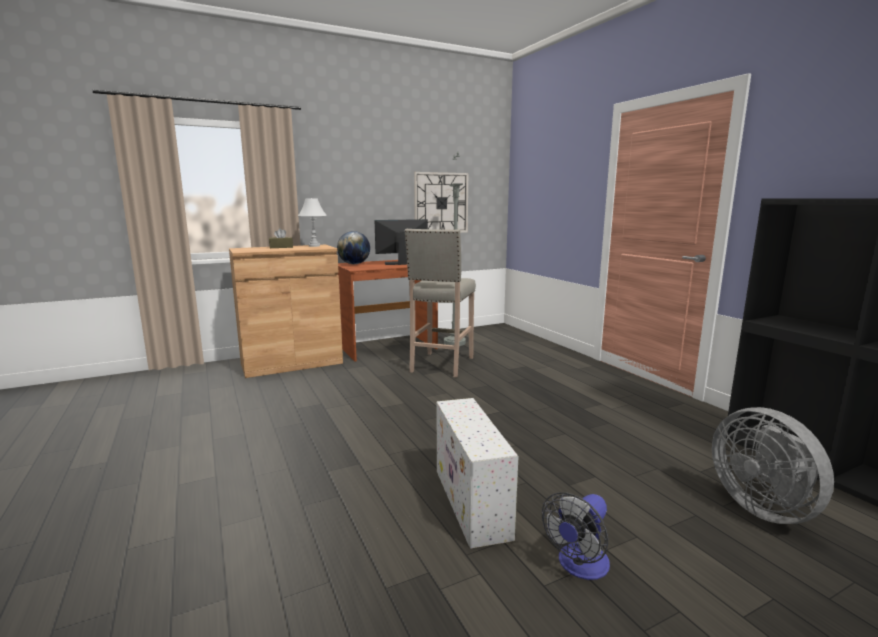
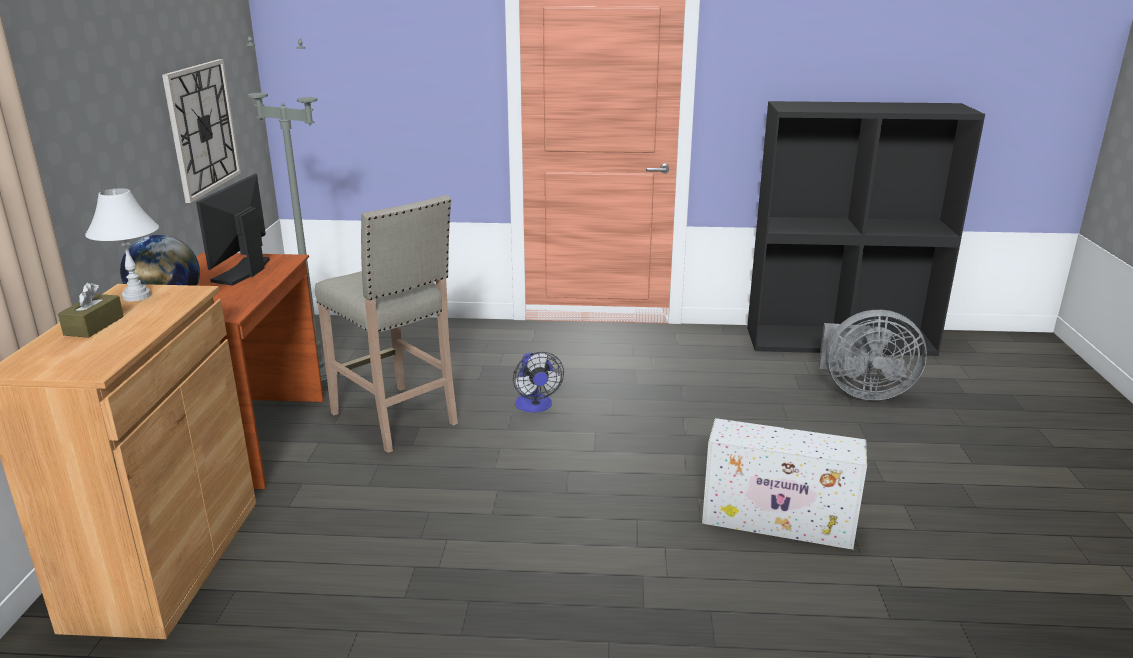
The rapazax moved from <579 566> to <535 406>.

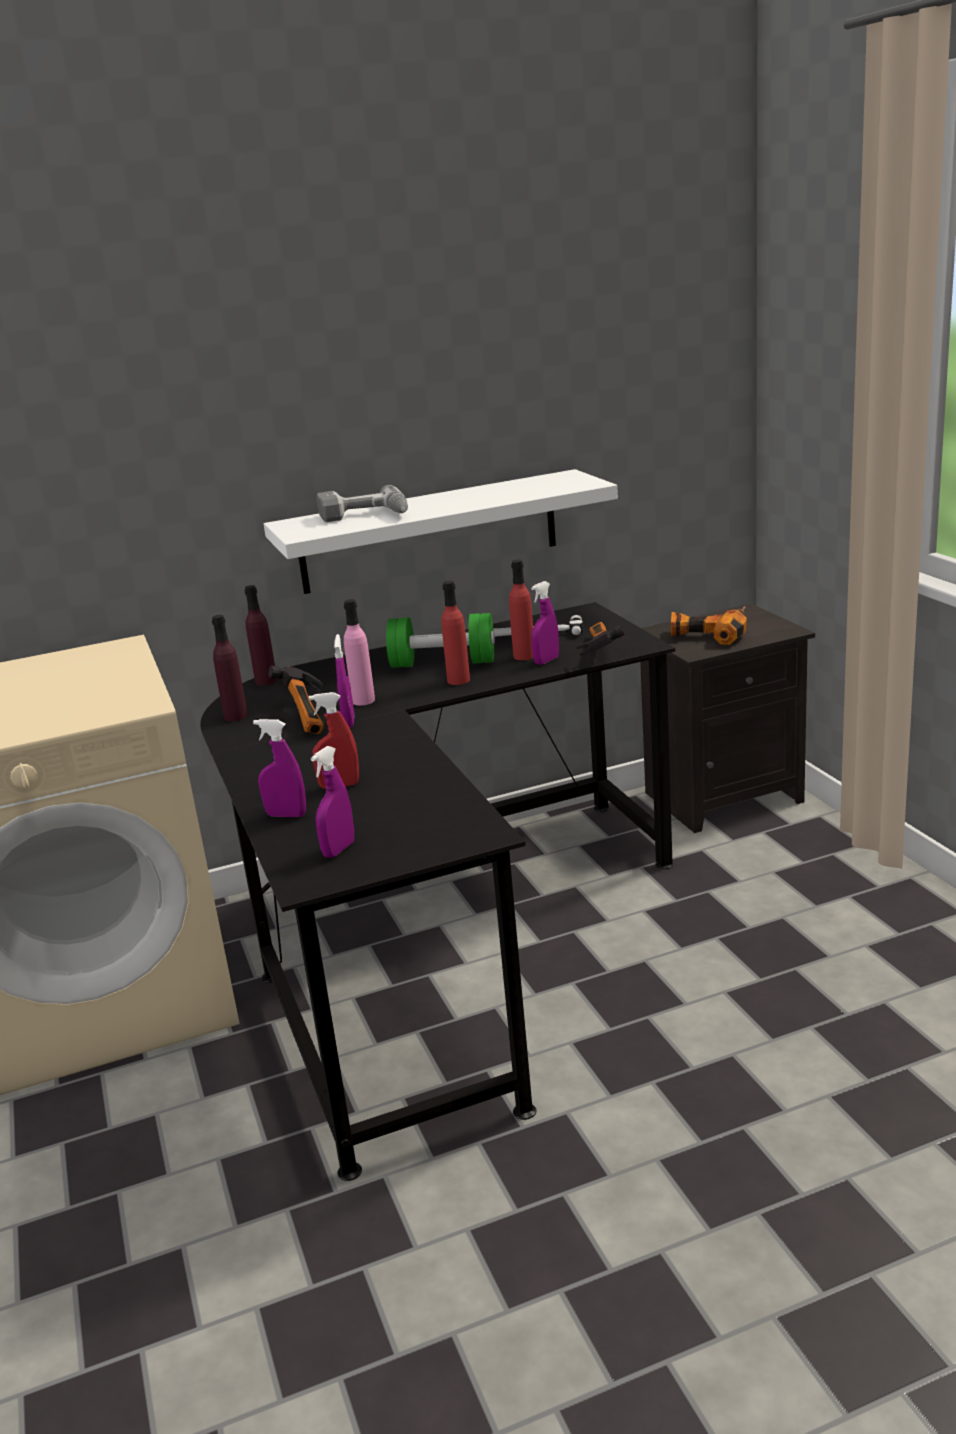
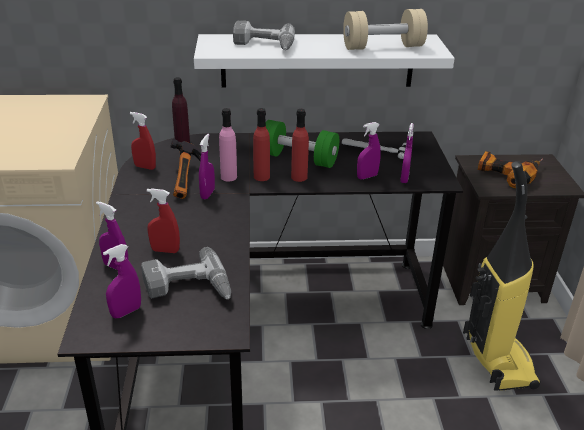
The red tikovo moved from <524 656> to <261 177>.
The purple tikovo at <236 716> was replaced by the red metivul at <145 167>.
The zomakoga at <595 652> was replaced by the purple metivul at <404 179>.
The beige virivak at <383 47> appeared.
The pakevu at <496 359> appeared.
The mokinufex at <188 289> appeared.

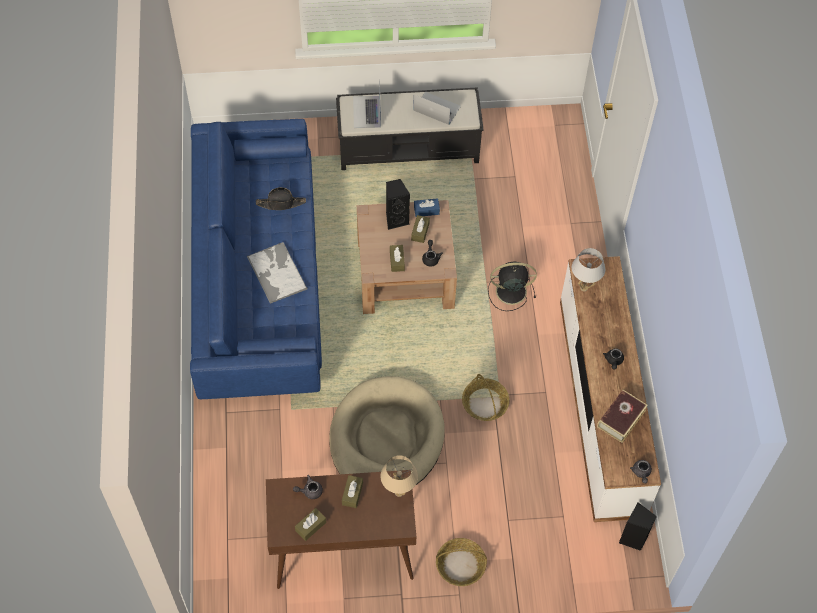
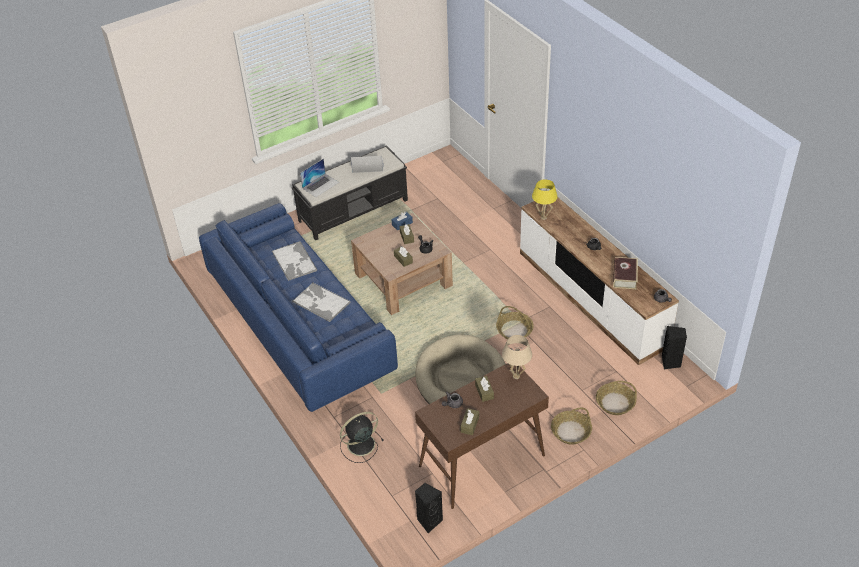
The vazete at <367 112> turned 105 degrees counterclockwise.
The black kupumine moved from <396 219> to <429 521>.
The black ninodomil at <281 203> was replaced by the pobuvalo at <294 262>.
The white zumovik at <584 288> became the yellow zumovik at <543 217>.
The black rapazax moved from <509 291> to <360 445>.
The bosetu at <615 403> appeared.

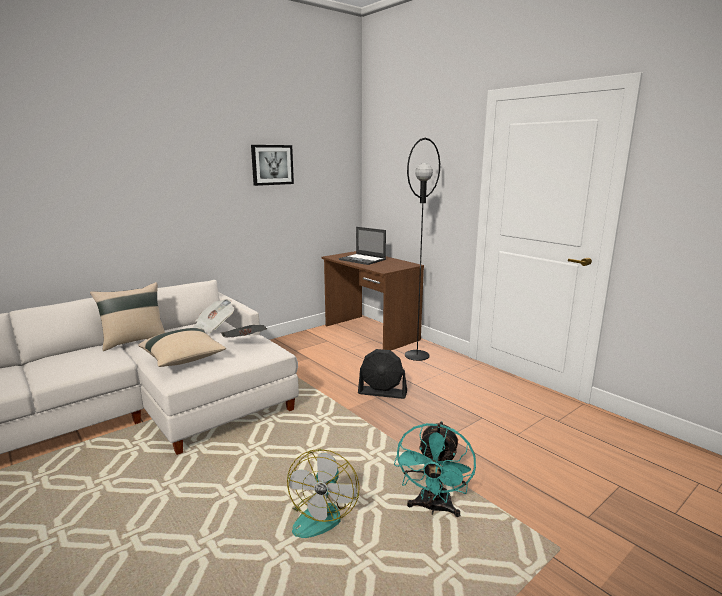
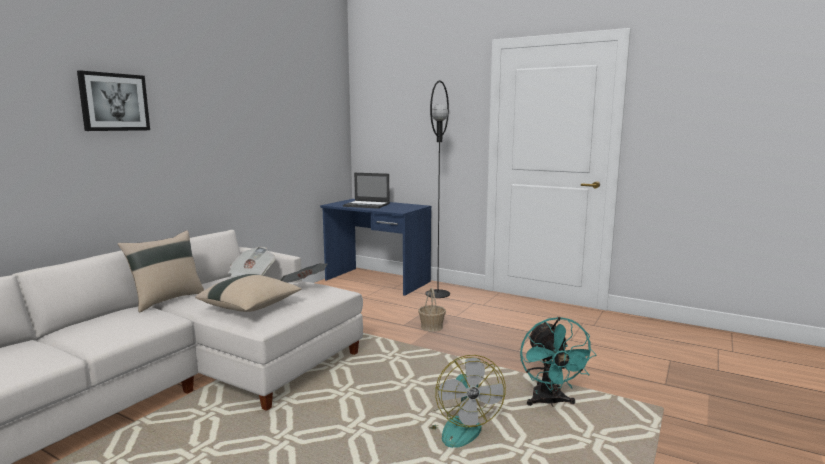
The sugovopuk moved from <272 165> to <114 102>.
The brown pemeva at <370 333> became the blue pemeva at <377 281>.
The black rapazax at <382 392> was replaced by the bosetu at <432 327>.

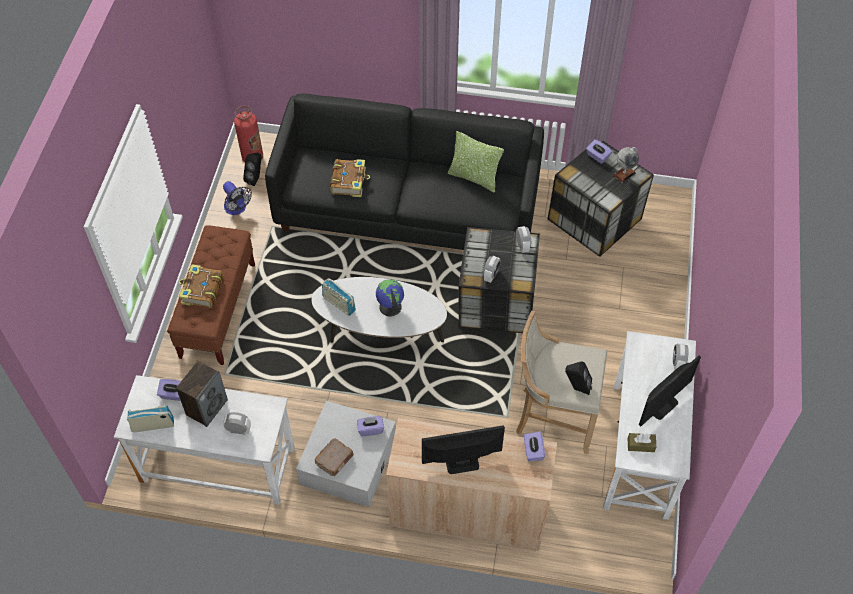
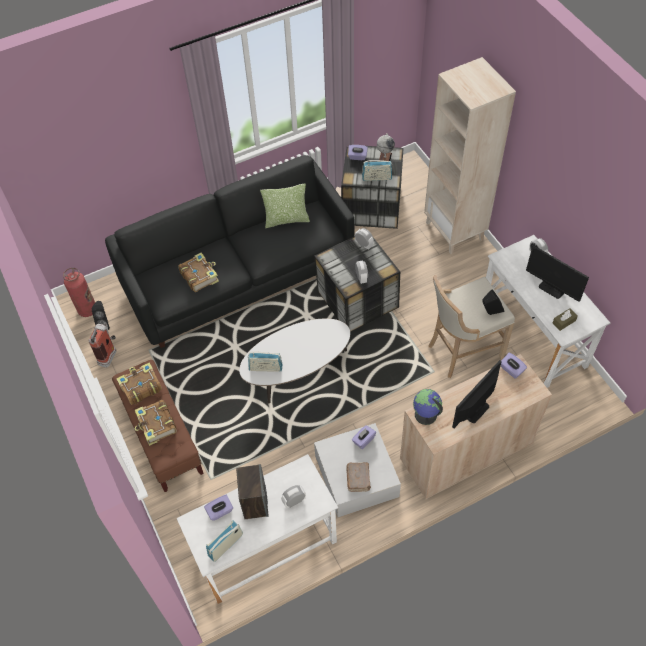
The rapazax at <237 209> was replaced by the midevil at <109 354>.
The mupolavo moved from <390 307> to <425 415>.
The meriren at <662 405> turned 120 degrees clockwise.
The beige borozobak at <455 231> appeared.
The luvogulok at <377 178> appeared.
The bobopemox at <140 387> appeared.

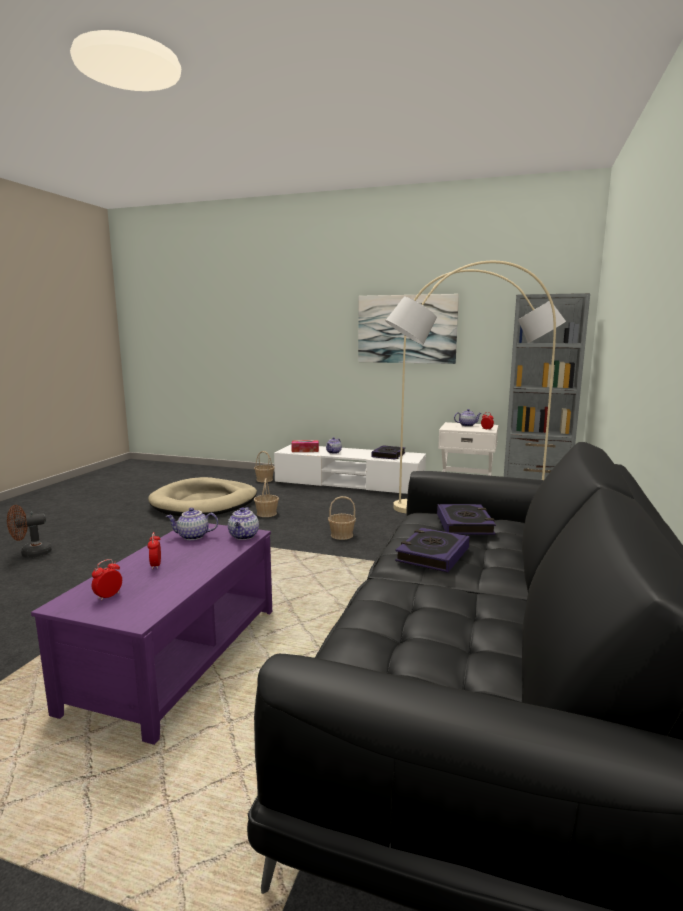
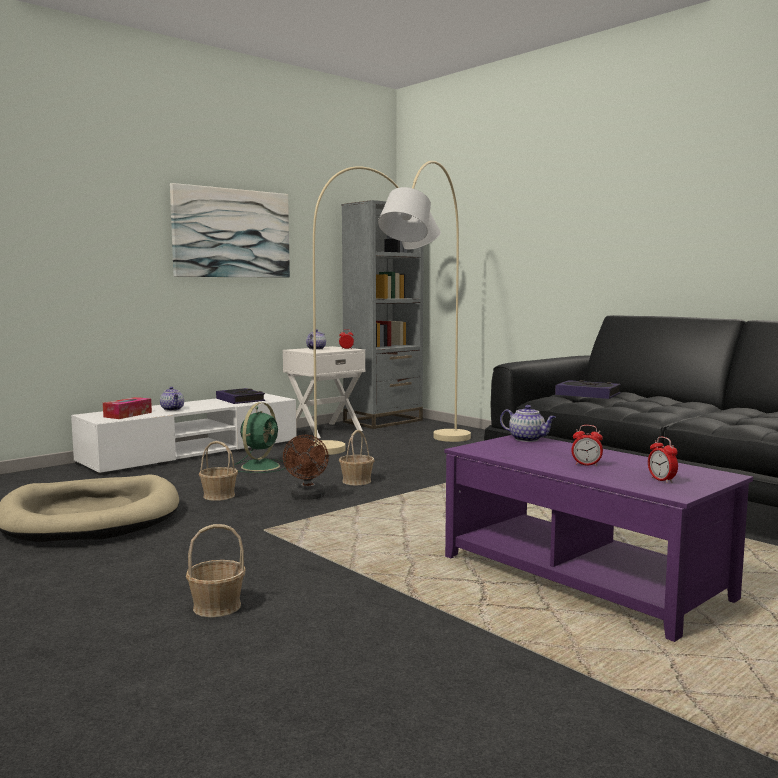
The bosetu moved from <264 480> to <216 606>.
The brown rapazax moved from <31 554> to <307 497>.
The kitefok at <192 537> disappeared.
The bobopemox at <432 554> disappeared.
The green rapazax at <261 466> appeared.

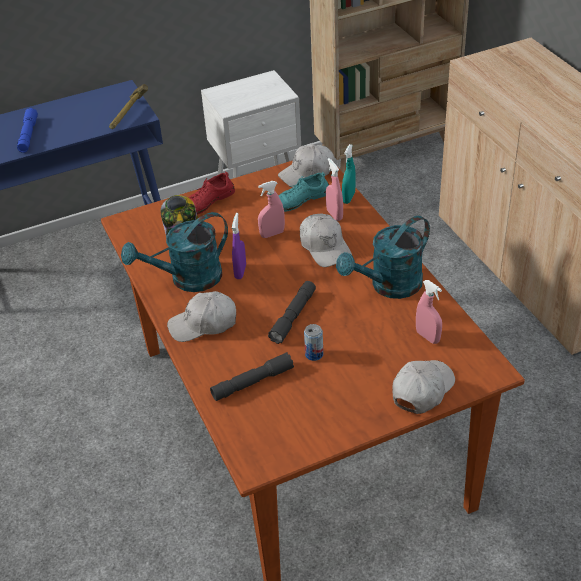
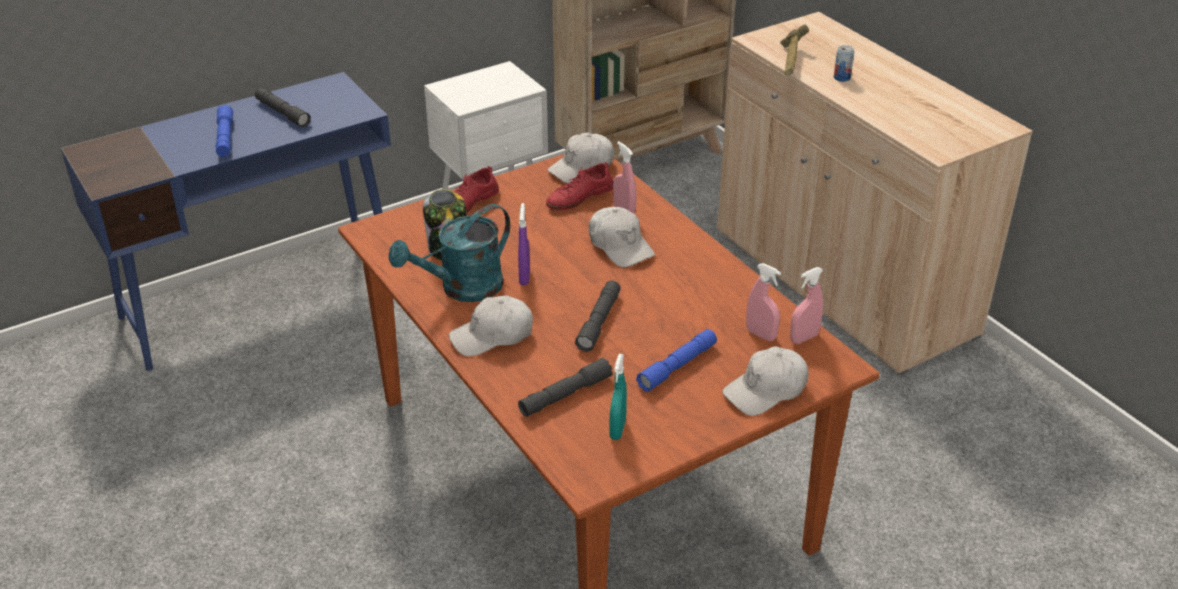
The zomakoga moved from <128 116> to <790 63>.
The turquoise metivul moved from <348 198> to <617 429>.
The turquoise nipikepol at <300 200> became the red nipikepol at <579 197>.
The pink metivul moved from <272 234> to <804 338>.
The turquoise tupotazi at <389 287> disappeared.
The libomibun moved from <314 354> to <842 78>.
The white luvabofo at <422 390> turned 150 degrees counterclockwise.
The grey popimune at <283 113> appeared.
The blue popimune at <677 366> appeared.

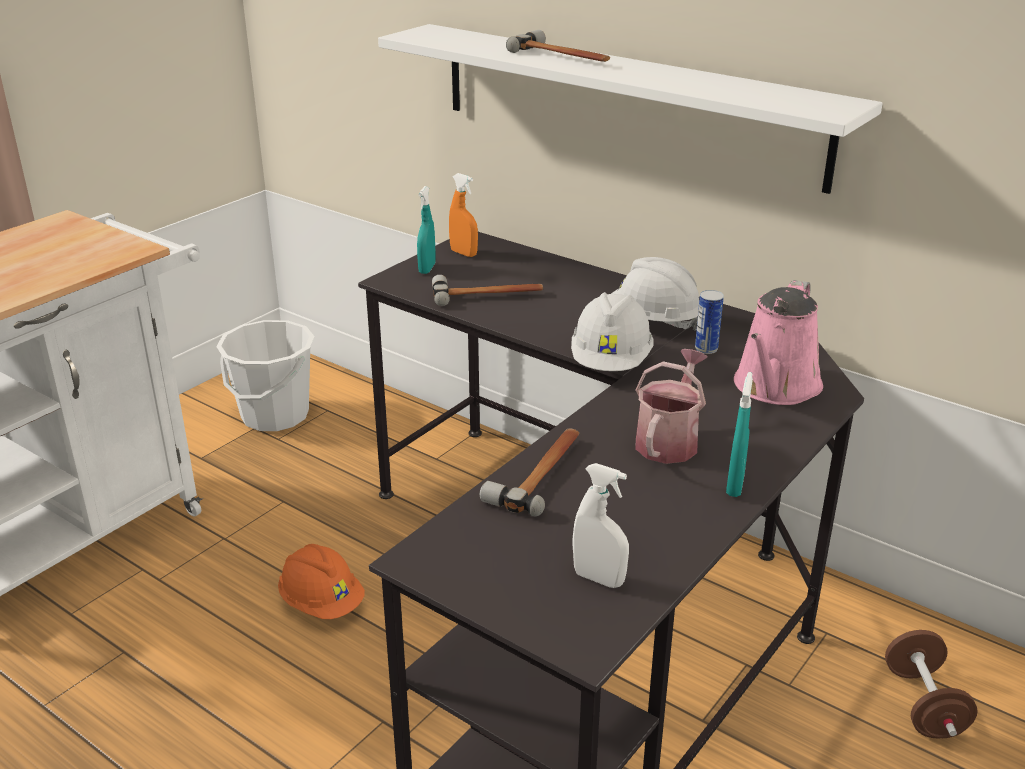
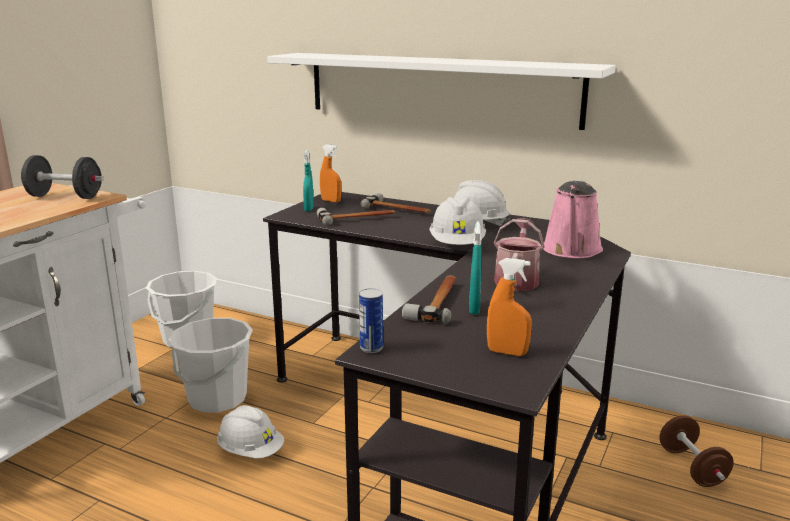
The zomakoga moved from <562 57> to <398 210>.
The libomibun moved from <706 349> to <371 348>.
The turquoise metivul moved from <735 485> to <474 308>.
The white metivul at <598 579> became the orange metivul at <507 352>.
The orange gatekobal at <322 603> became the white gatekobal at <250 451>.
The black virivak at <65 197> appeared.
The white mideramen at <217 399> appeared.

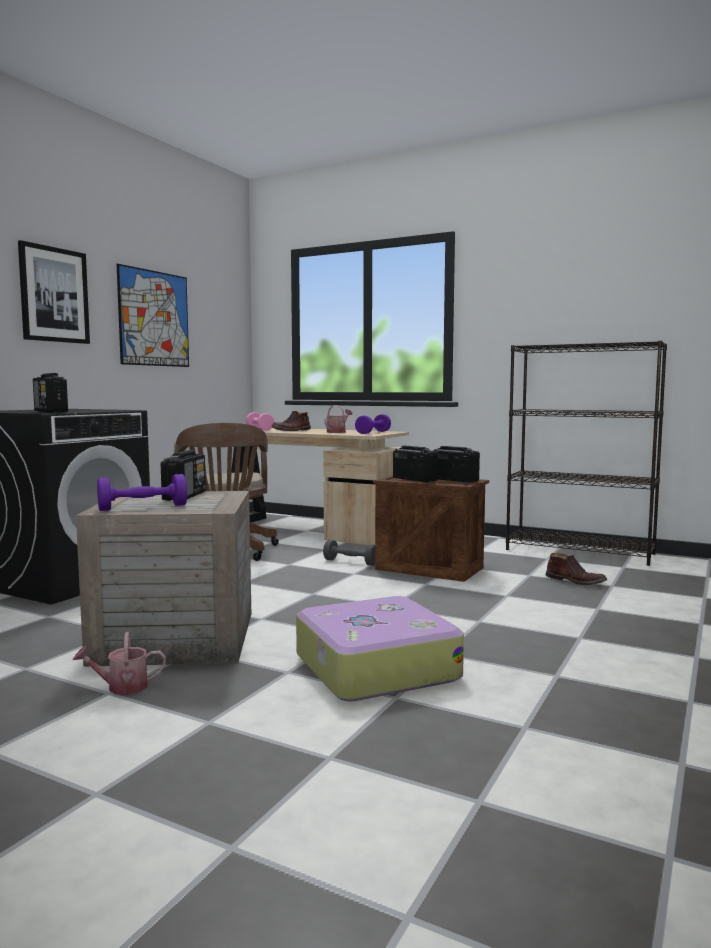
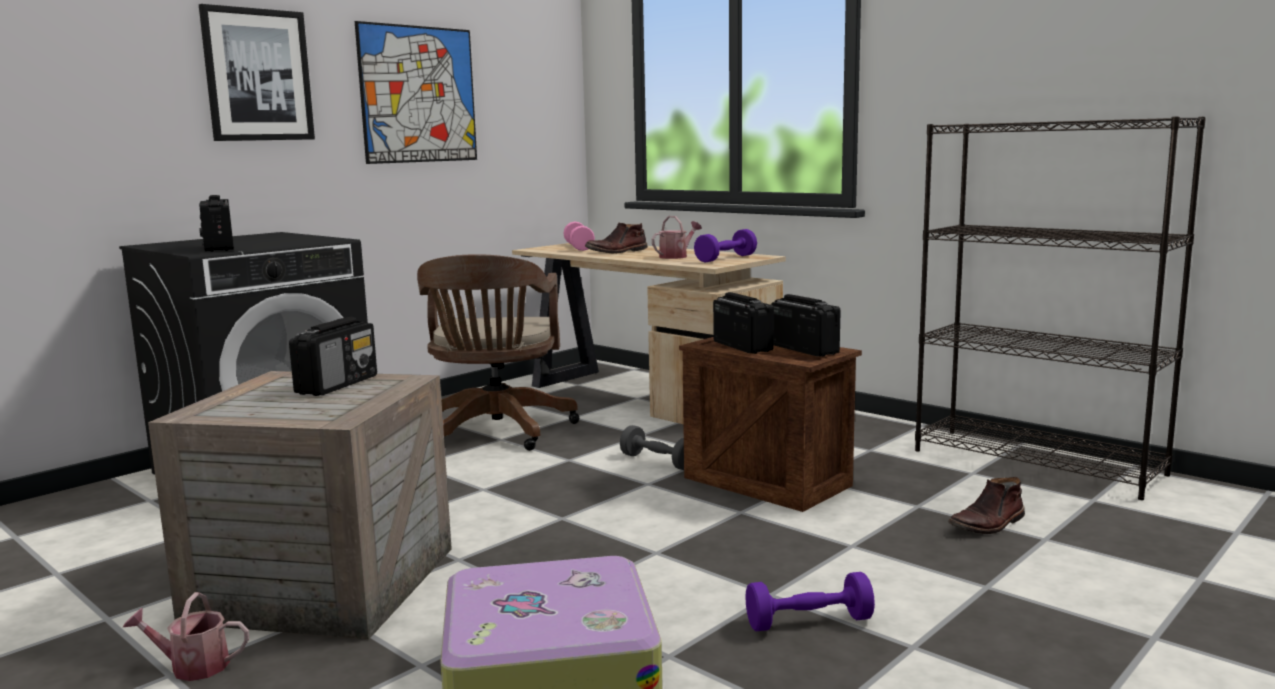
The purple virivak moved from <143 508> to <808 622>.
The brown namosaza at <575 581> turned 90 degrees clockwise.

